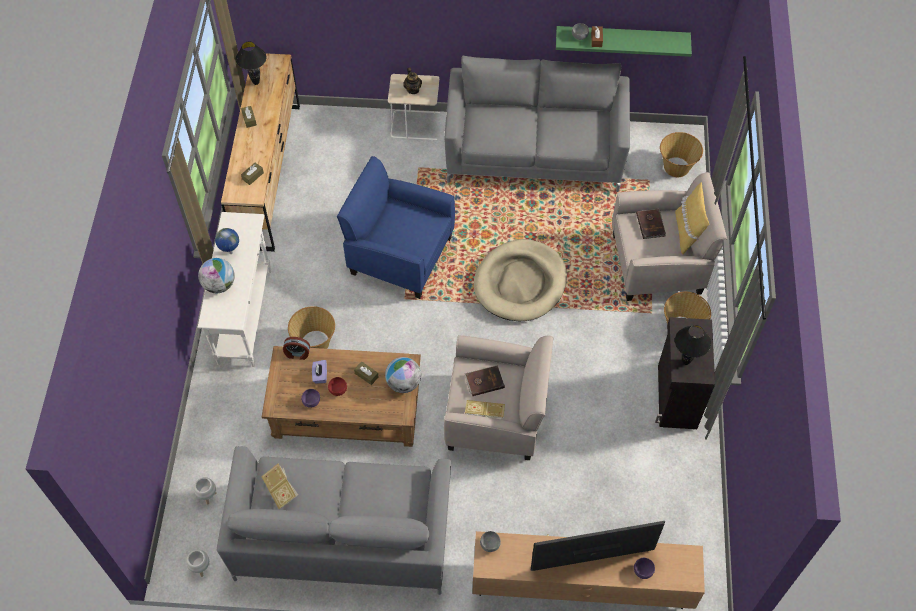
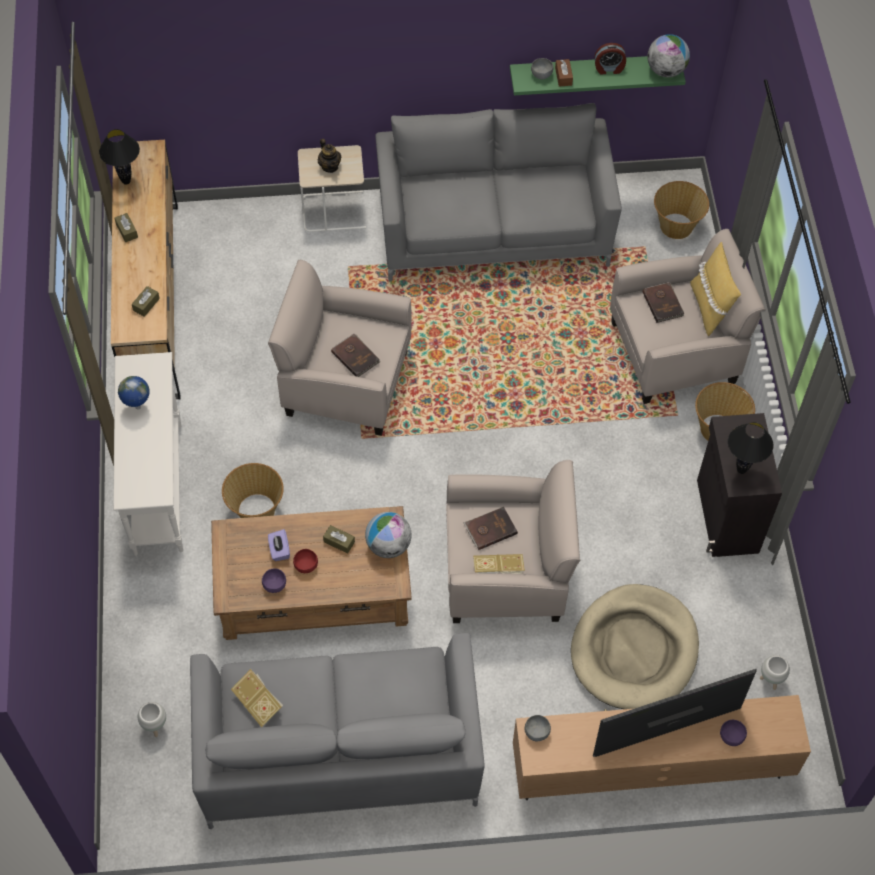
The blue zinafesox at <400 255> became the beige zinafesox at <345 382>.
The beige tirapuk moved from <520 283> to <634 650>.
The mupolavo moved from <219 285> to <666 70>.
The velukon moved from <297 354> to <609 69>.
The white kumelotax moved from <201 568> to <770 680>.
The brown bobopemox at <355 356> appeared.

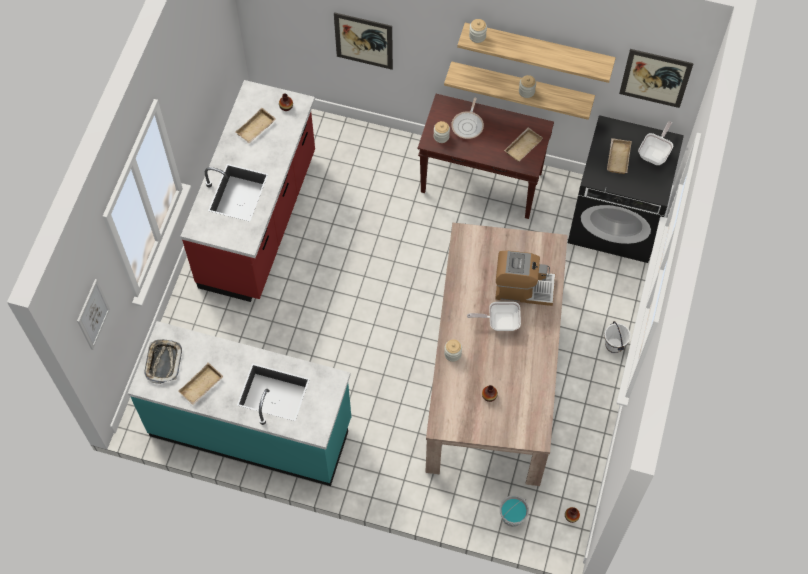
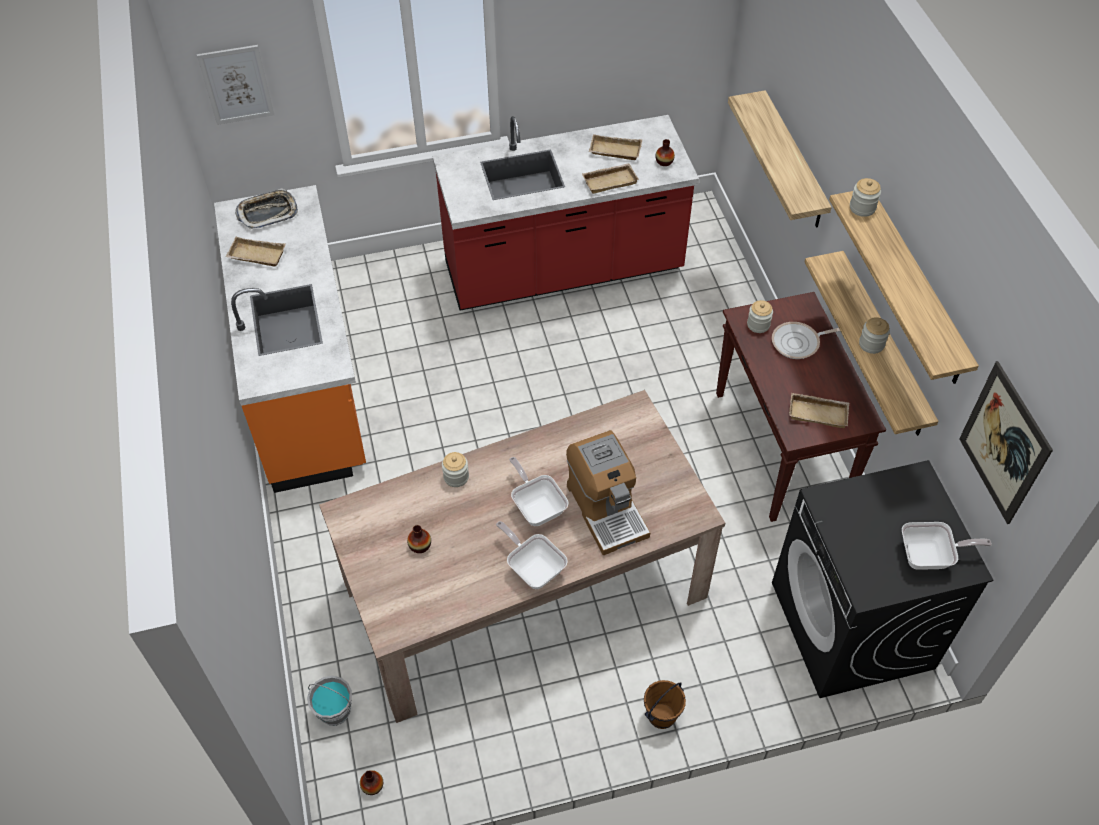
The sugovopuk at <363 41> was replaced by the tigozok at <793 162>.
The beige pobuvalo moved from <617 157> to <610 180>.
The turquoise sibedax at <251 427> became the orange sibedax at <307 384>.
The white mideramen at <614 345> became the brown mideramen at <662 716>.
The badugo at <533 567> appeared.

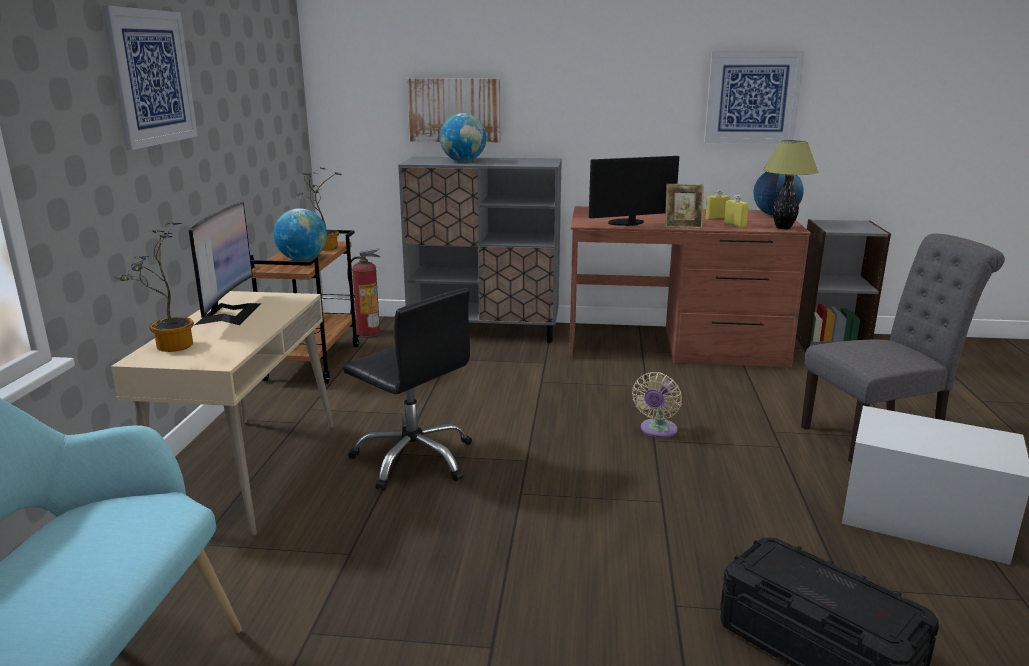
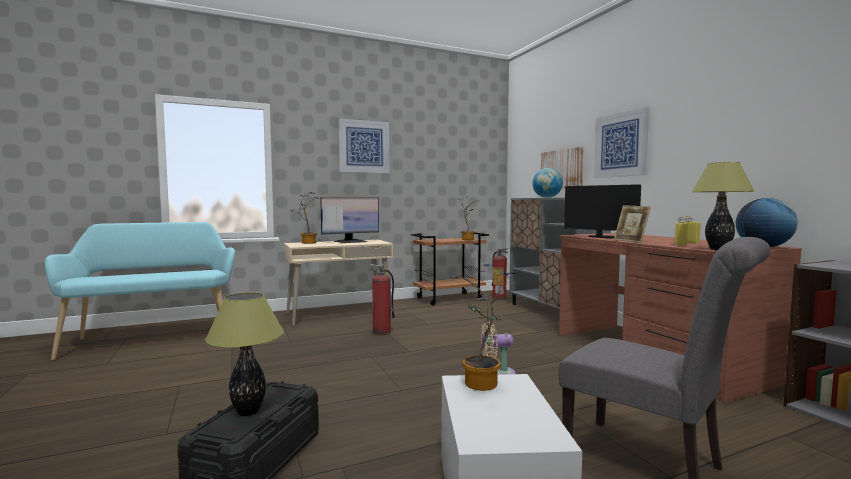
The sugovopuk moved from <752 98> to <620 145>.
The mupolavo at <303 259> disappeared.
The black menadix at <414 459> was replaced by the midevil at <381 332>.
The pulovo at <481 386> appeared.
The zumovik at <248 412> appeared.

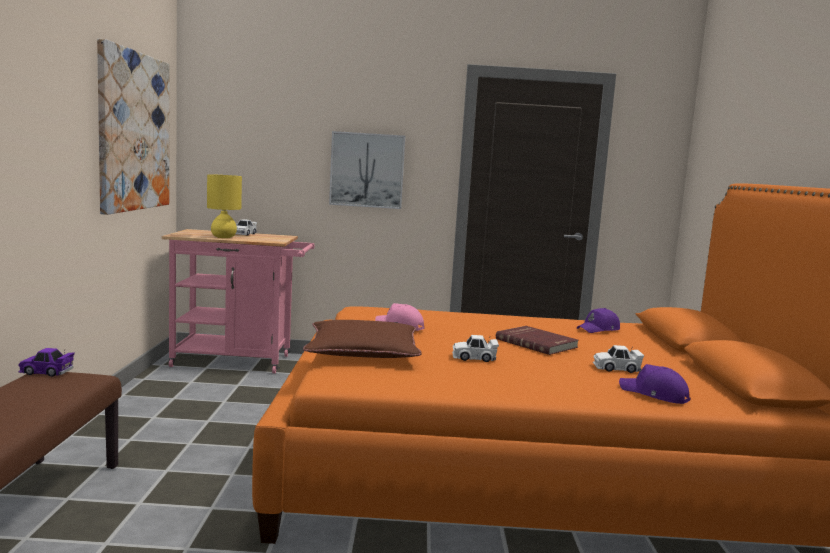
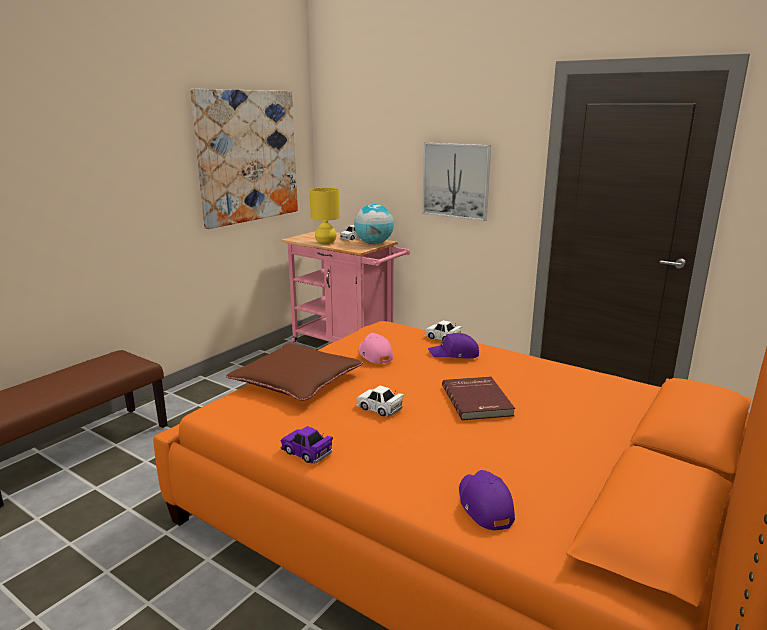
The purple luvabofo moved from <599 329> to <455 354>.
The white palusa moved from <616 368> to <442 338>.
The purple palusa moved from <46 372> to <306 452>.
The mupolavo at <374 243> appeared.

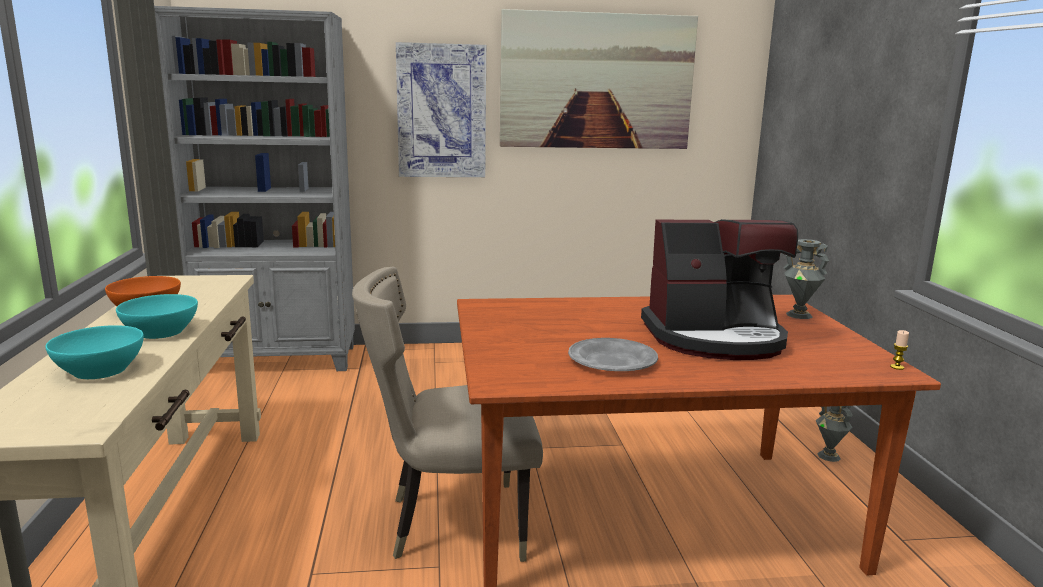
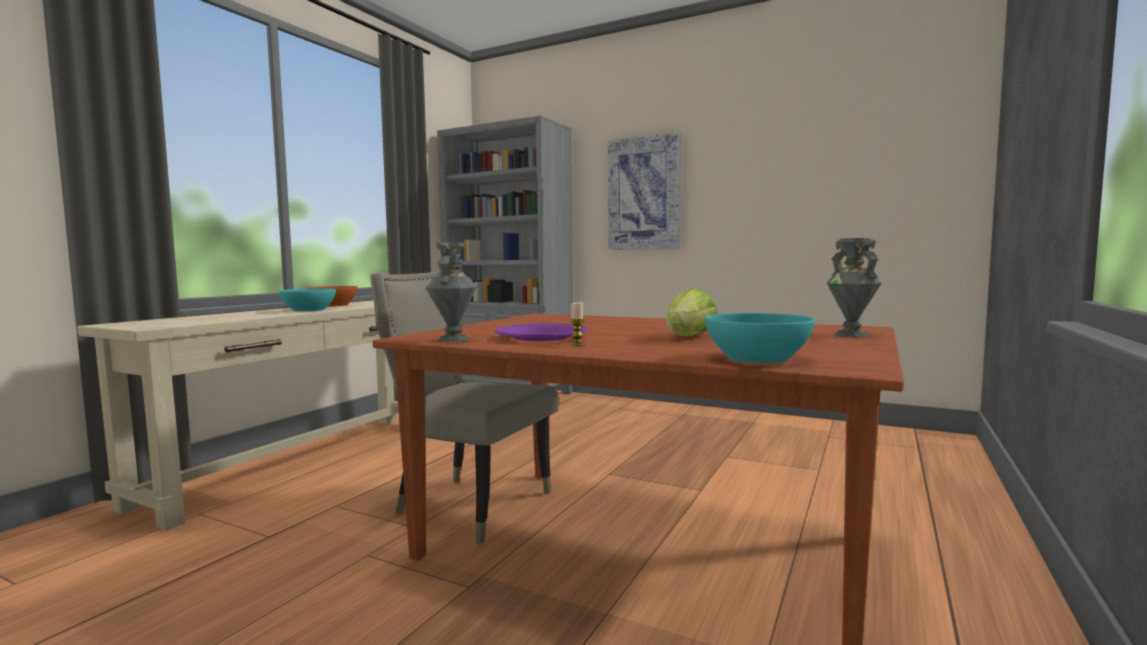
The sugovopuk at <597 81> disappeared.
The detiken at <715 338> was replaced by the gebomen at <689 337>.
The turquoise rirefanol moved from <99 370> to <757 358>.
The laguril moved from <897 367> to <577 345>.
The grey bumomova at <612 360> became the purple bumomova at <541 337>.
The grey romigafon moved from <829 456> to <454 340>.

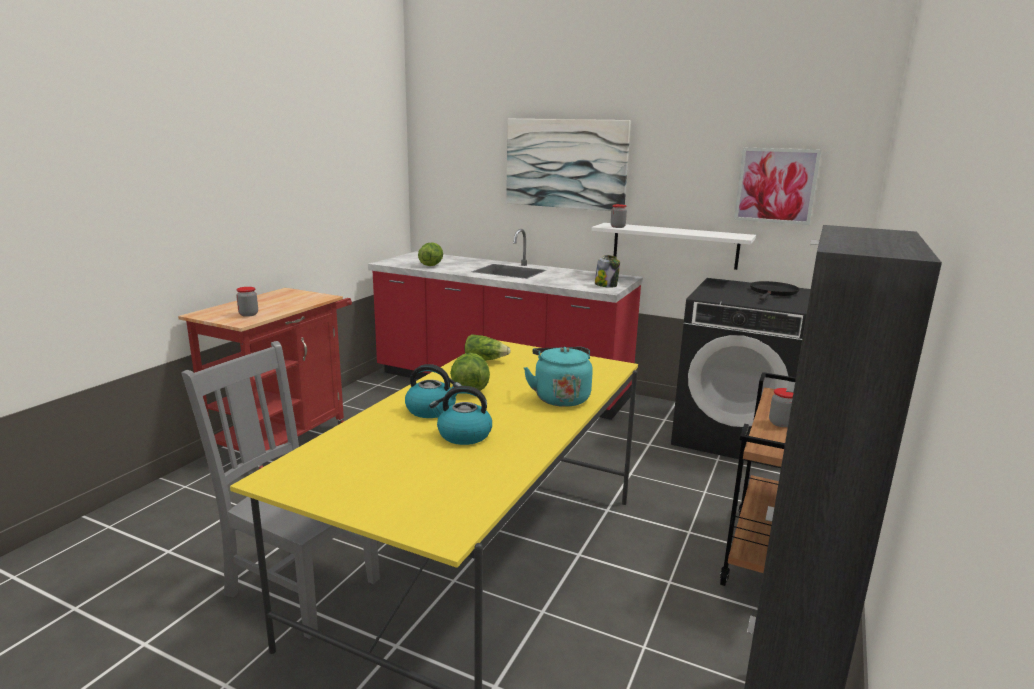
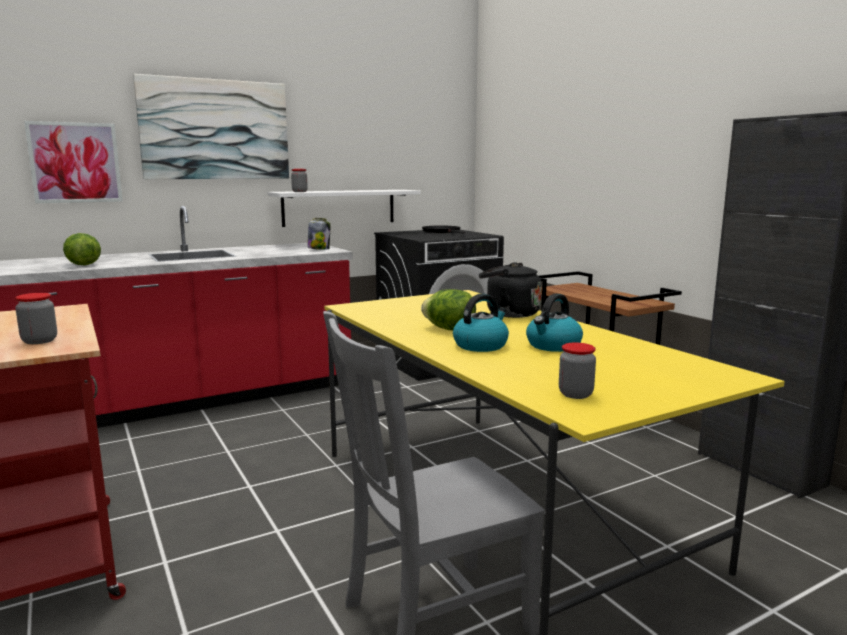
The sugovopuk moved from <776 185> to <75 162>.
The gebomen at <485 360> disappeared.
The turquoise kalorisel at <560 397> became the black kalorisel at <508 314>.
The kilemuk moved from <780 423> to <575 394>.

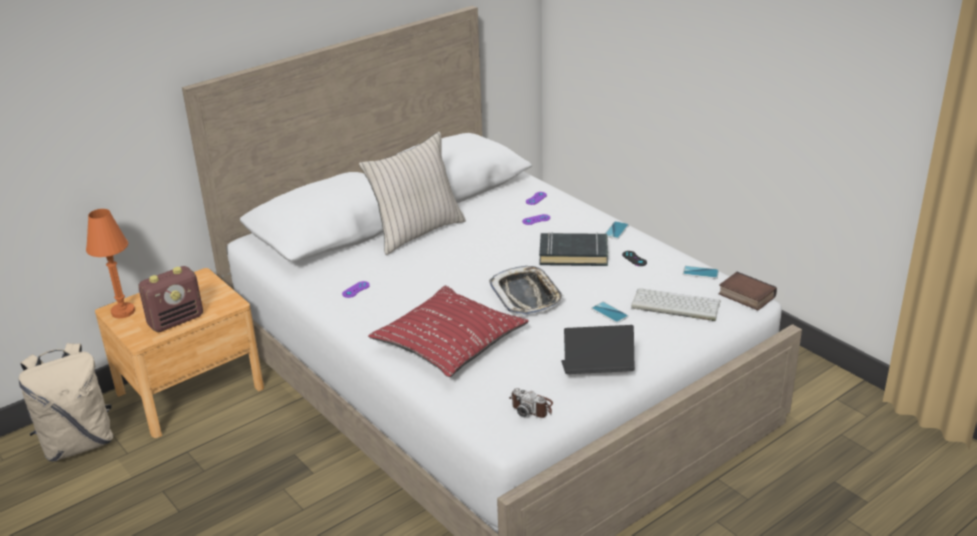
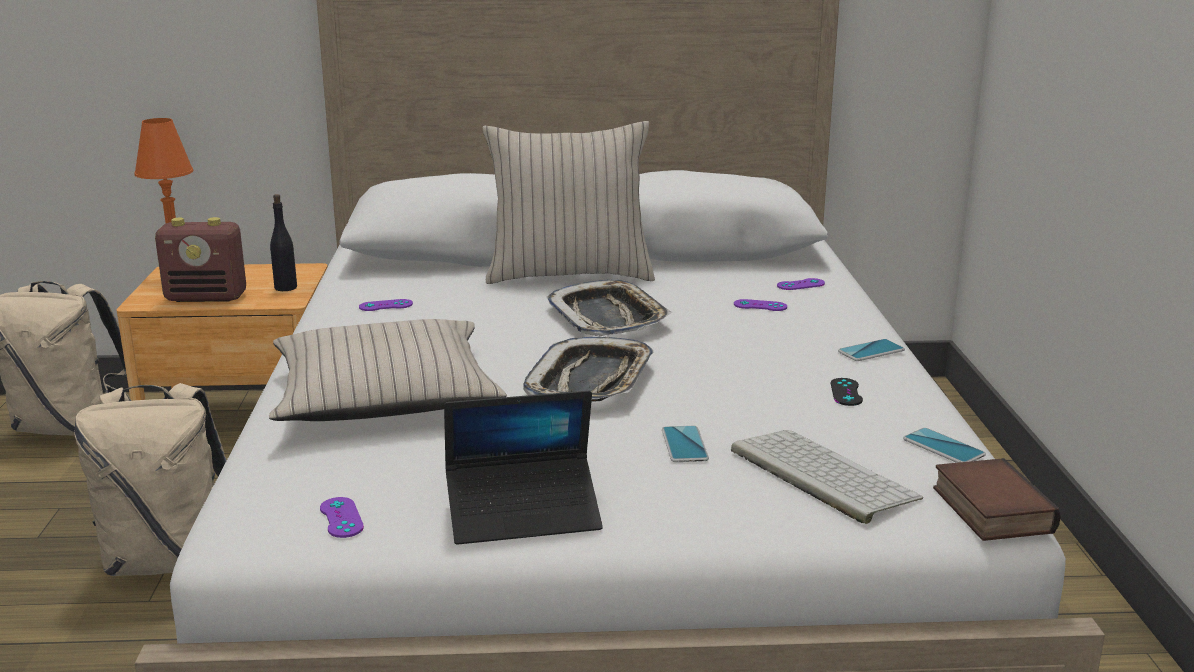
The black bobopemox at <573 254> disappeared.
The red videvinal at <448 342> became the beige videvinal at <384 396>.
The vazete at <596 372> turned 135 degrees clockwise.
The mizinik at <532 407> was replaced by the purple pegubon at <341 518>.
The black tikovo at <286 287> appeared.
The pobuvalo at <608 318> appeared.
The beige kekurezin at <169 560> appeared.

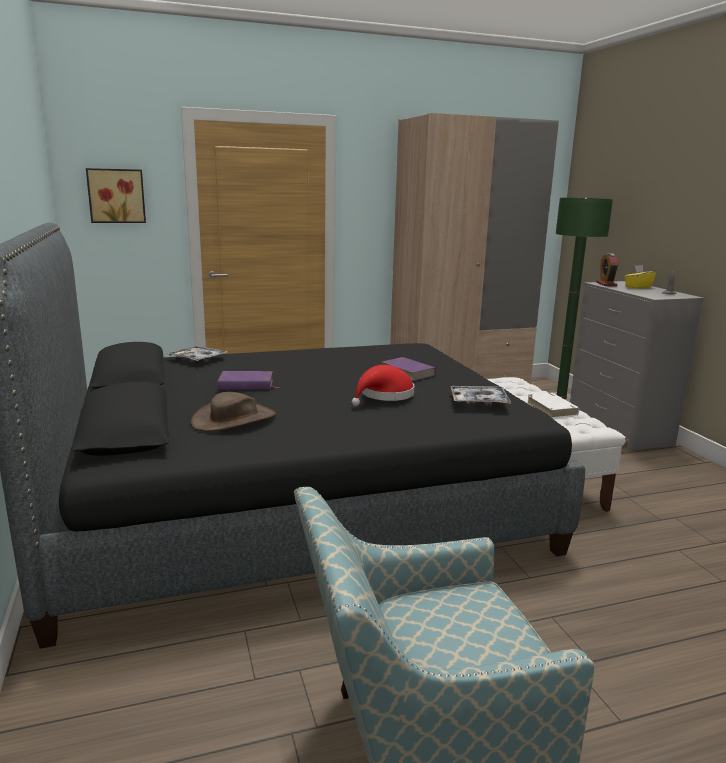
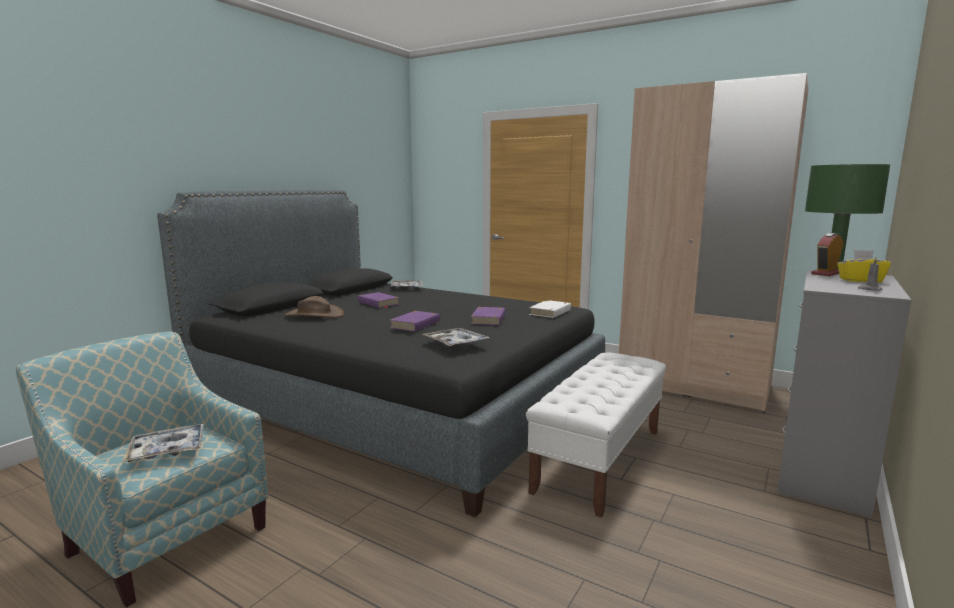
The sugovopuk at <116 196> disappeared.
The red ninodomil at <384 395> was replaced by the purple bobopemox at <415 324>.
The white bobopemox moved from <551 409> to <550 312>.
The pobuvalo at <167 450> appeared.

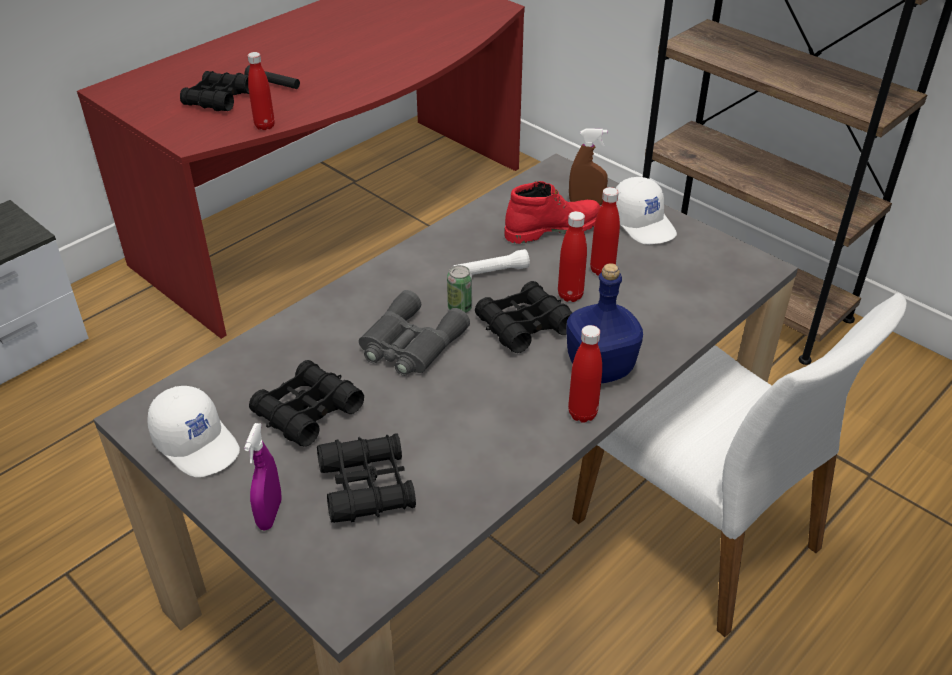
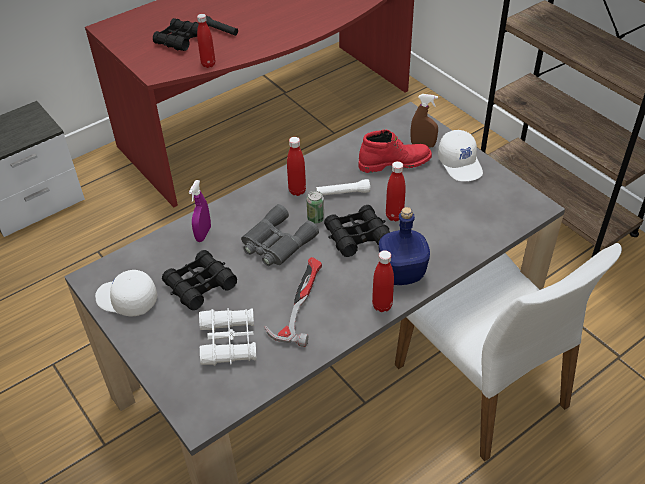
The red tikovo moved from <602 270> to <297 191>.
The white luvabofo at <197 443> turned 150 degrees clockwise.
The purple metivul moved from <270 514> to <203 234>.
The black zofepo at <367 486> became the white zofepo at <229 342>.
The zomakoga at <298 302> appeared.

